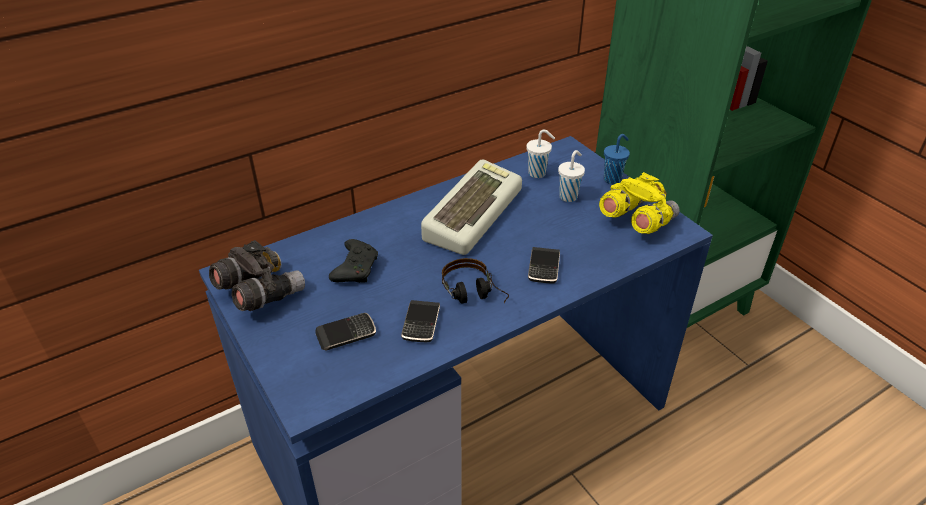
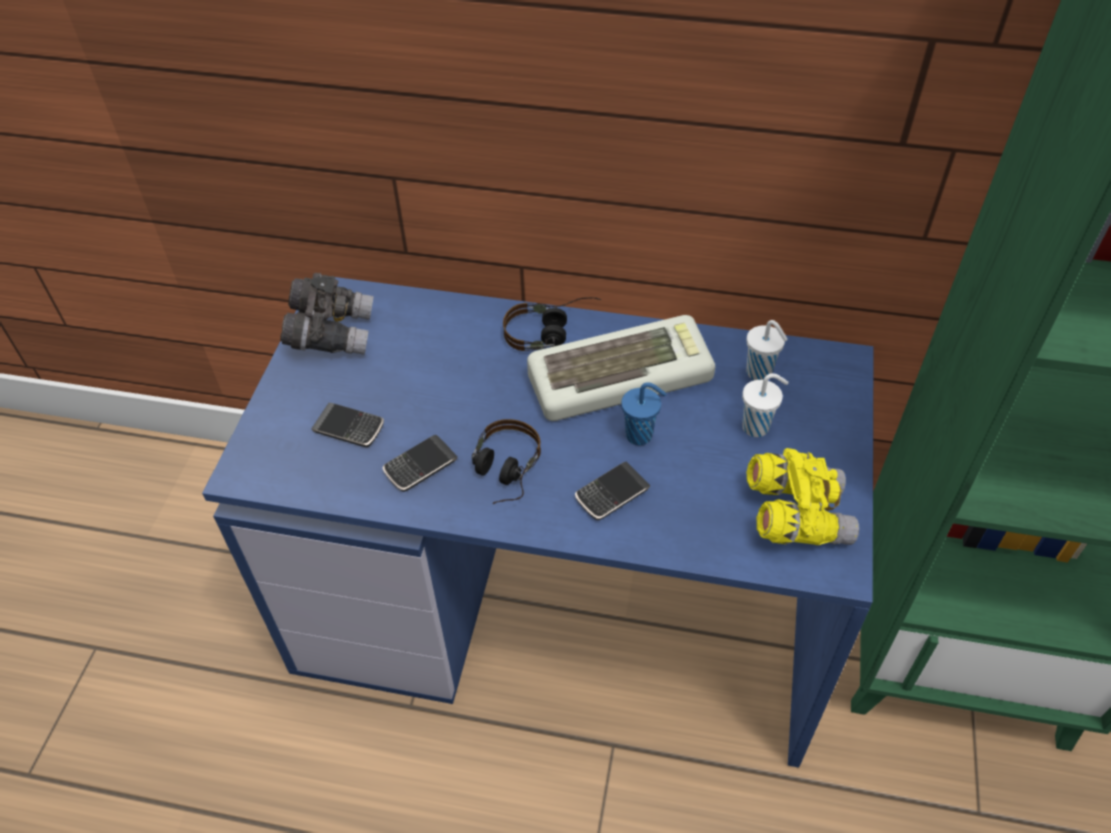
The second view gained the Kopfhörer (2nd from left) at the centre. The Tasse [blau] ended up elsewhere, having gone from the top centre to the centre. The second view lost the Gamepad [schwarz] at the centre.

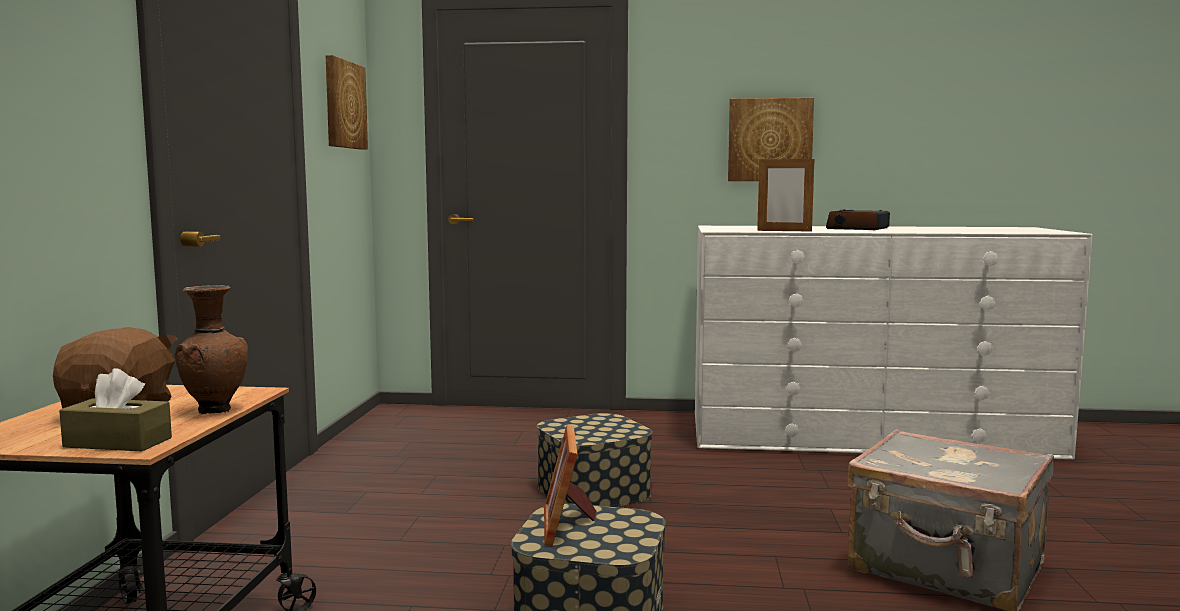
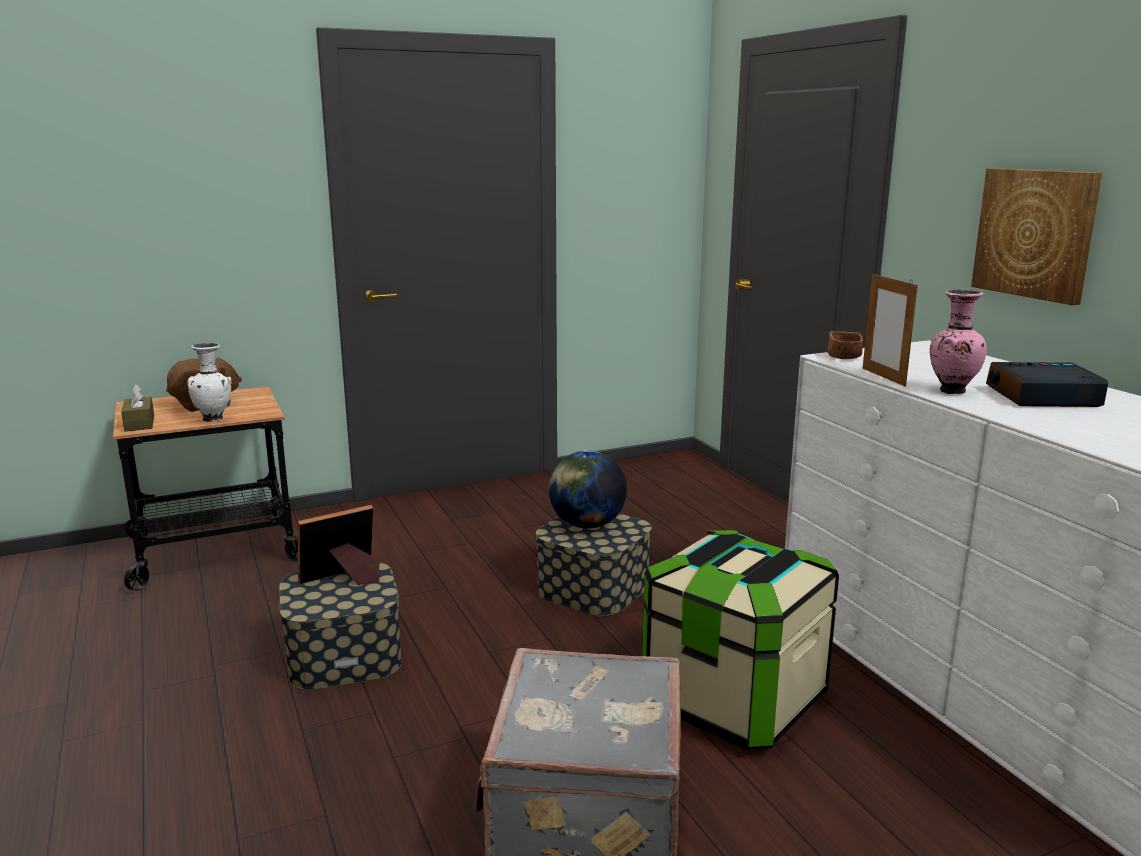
What was the Vase [braun] at the middle left turned into the Vase [weiß] at the middle left. The second view gained the Globus at the centre. The second view gained the Aufbewahrungsbox (3rd from left) at the bottom centre. The second view gained the Schüssel [braun] at the middle right. The second view gained the Vase [rosa] at the middle right. The second view lost the Bild (1st from left) at the top left.

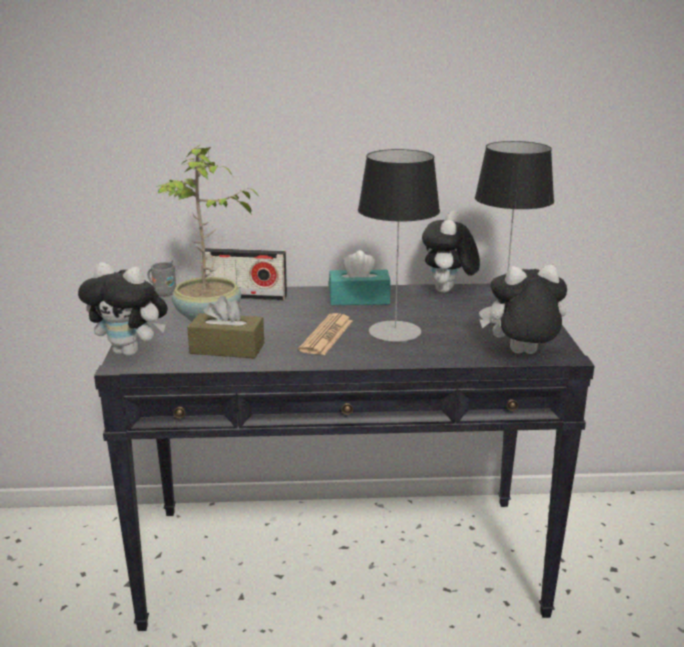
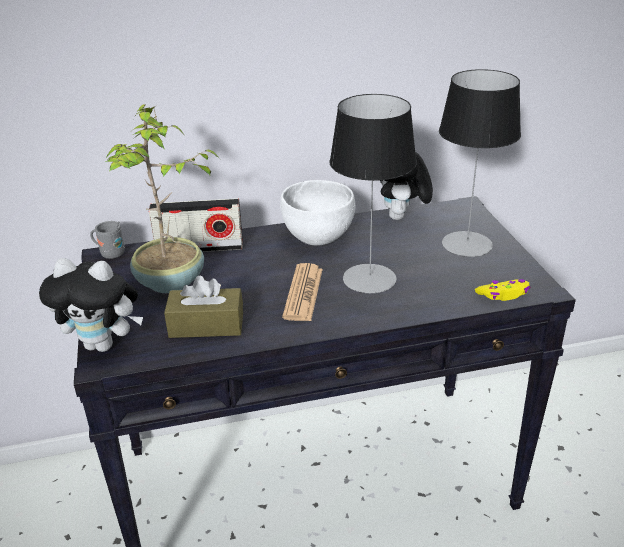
Where the Taschentuchbox [türkis] stood at the centre, the Schüssel [weiß] came to stand at the centre. Where the Plüschtier (3rd from left) stood at the middle right, the Gamepad [gelb] came to stand at the middle right.

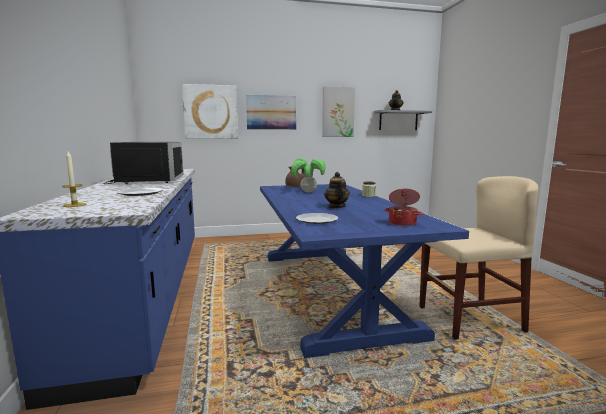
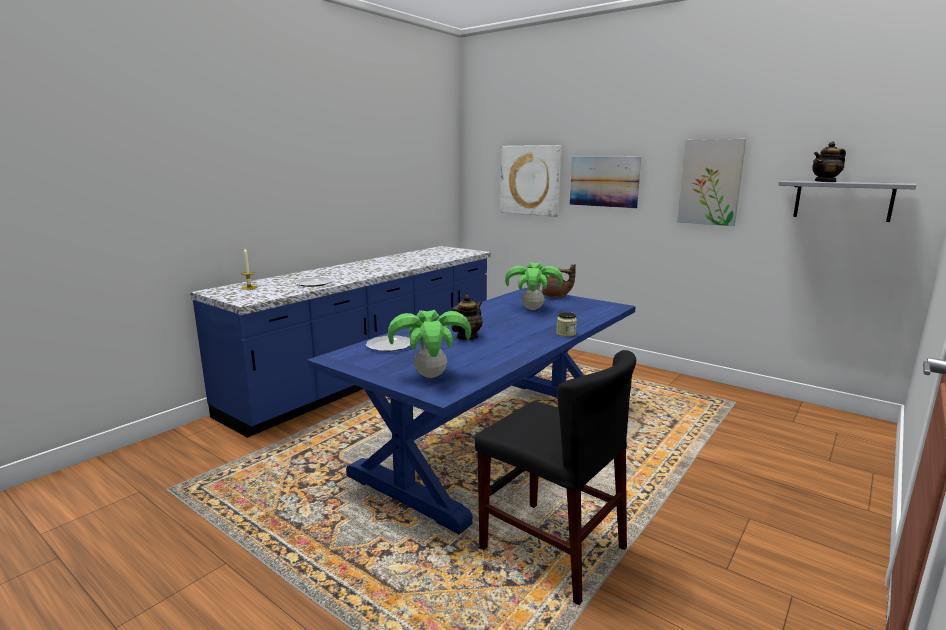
Where the Kochtopf stood at the centre, the Topfpflanze (1st from left) came to stand at the centre. What was the Stuhl [beige] at the middle right turned into the Stuhl [schwarz] at the bottom centre. The second view lost the Mikrowelle [schwarz] at the middle left.

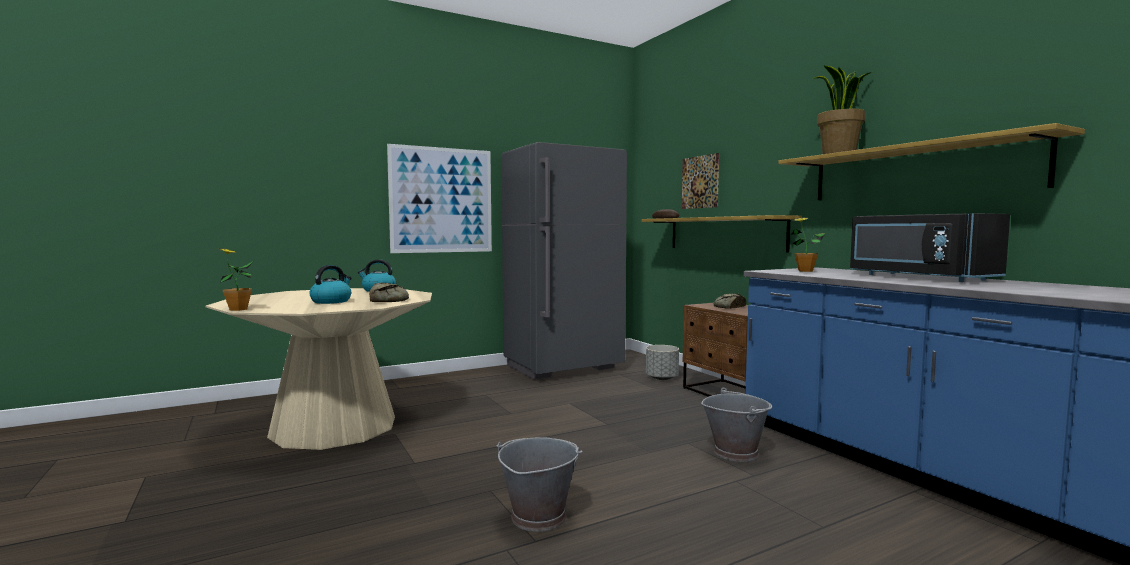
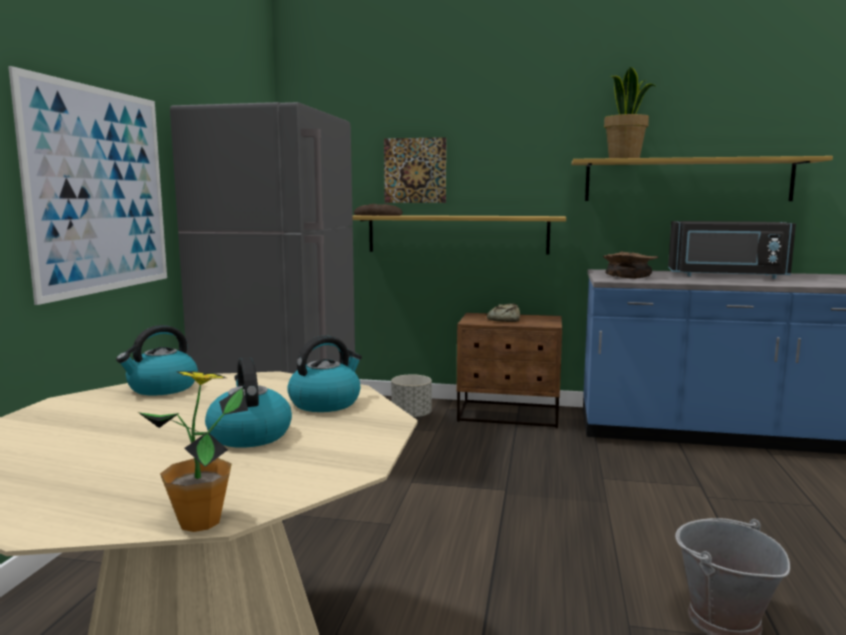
Where the Brot (1st from left) stood at the centre, the Wasserkessel (3rd from left) came to stand at the centre. Where the Topfpflanze (2nd from left) stood at the middle right, the Schüssel [braun] came to stand at the middle right. The second view lost the Eimer [grau] (2nd from left) at the bottom centre.

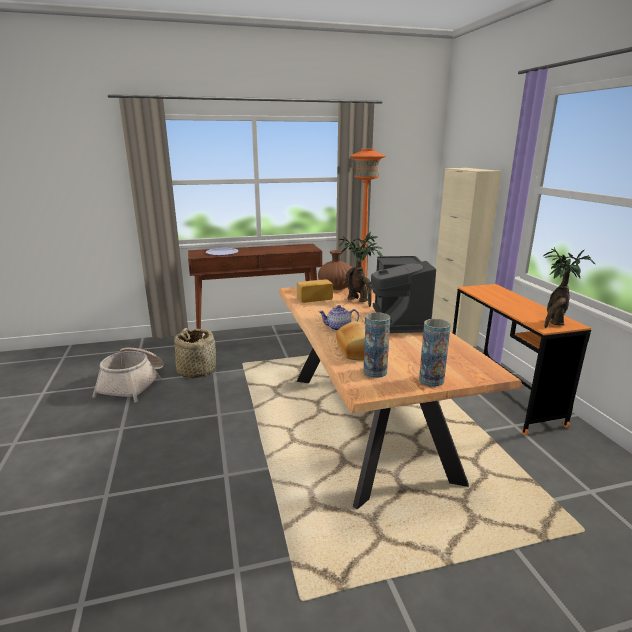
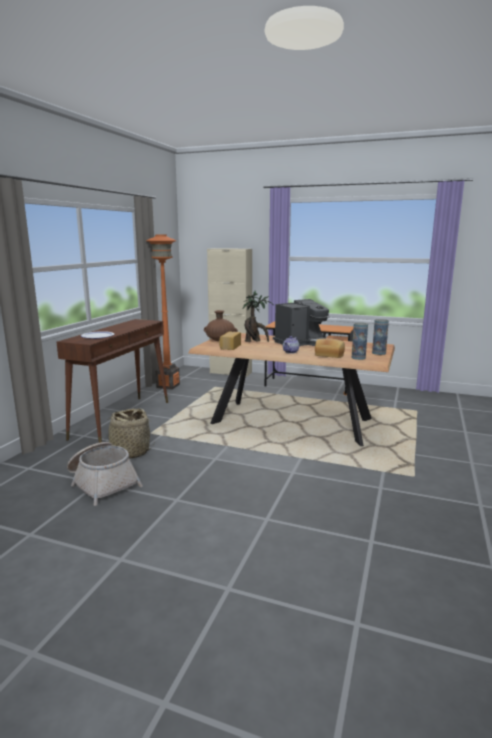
The Kaffeemaschine at the centre ended up facing another way, 60 degrees counterclockwise from before. The second view lost the Topfpflanze (2nd from left) at the middle right.

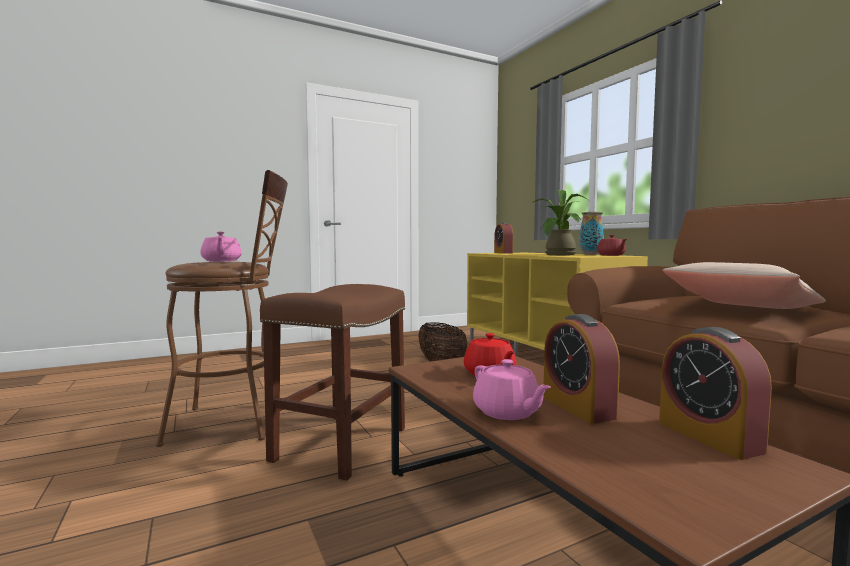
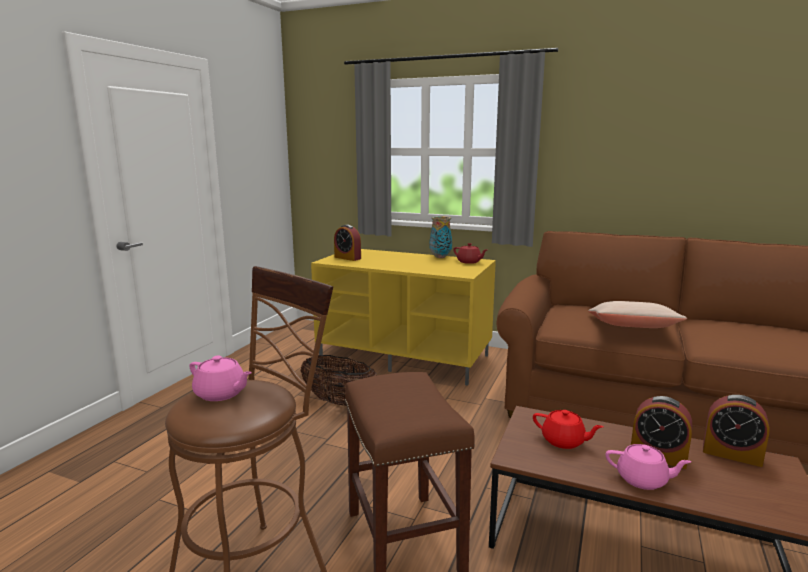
The second view lost the Topfpflanze at the centre.

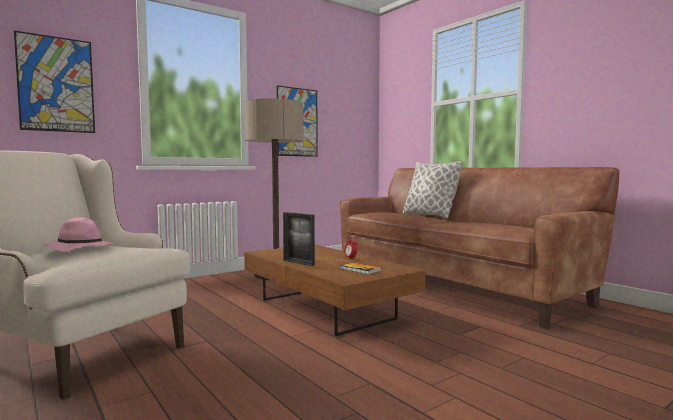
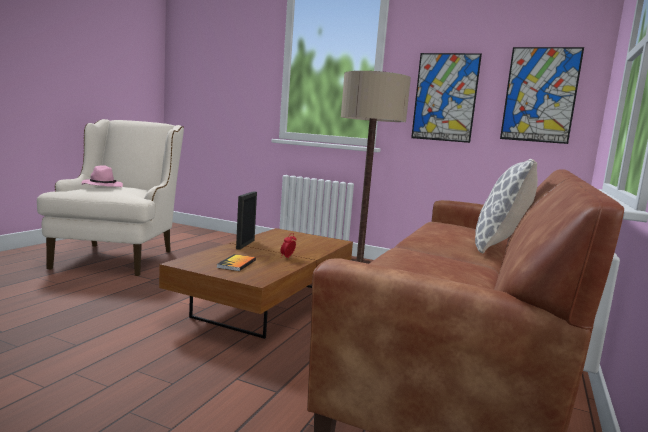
The Bild (1st from left in the first image) ended up elsewhere, having gone from the top left to the top right.

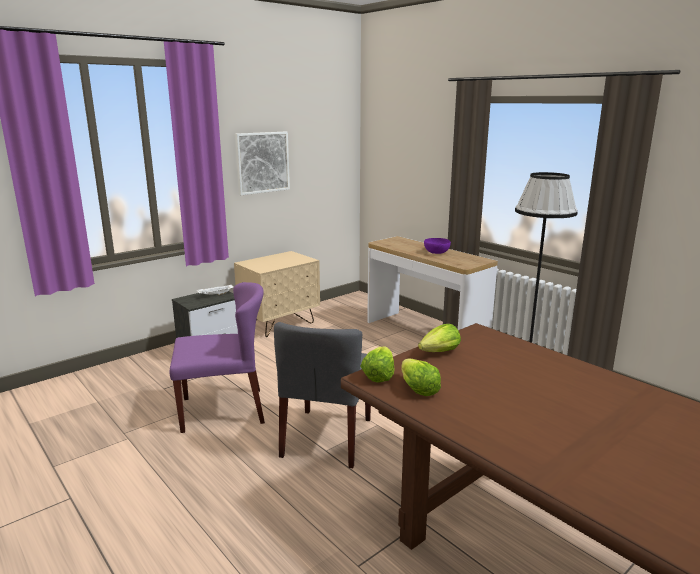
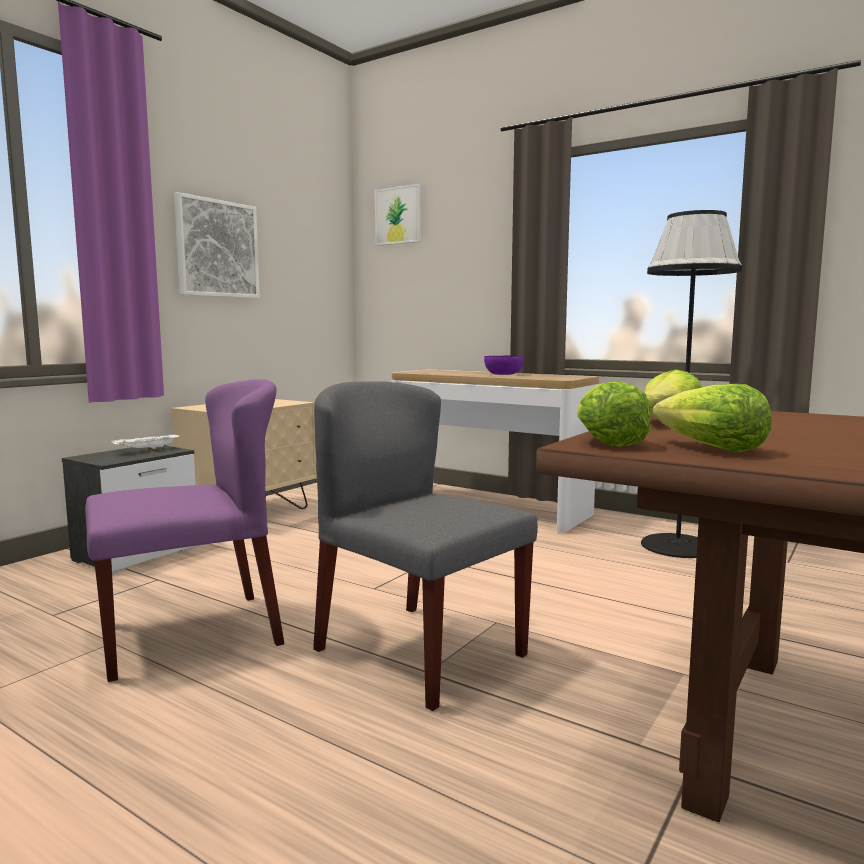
The Stuhl [grau] at the bottom centre ended up facing another way, 135 degrees clockwise from before. The second view gained the Bild (2nd from left) at the top centre.

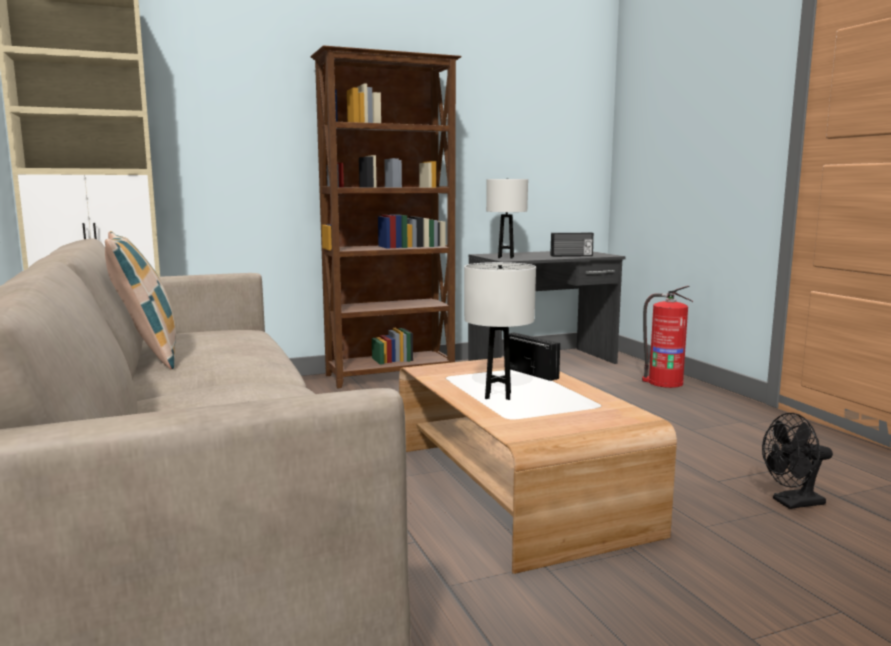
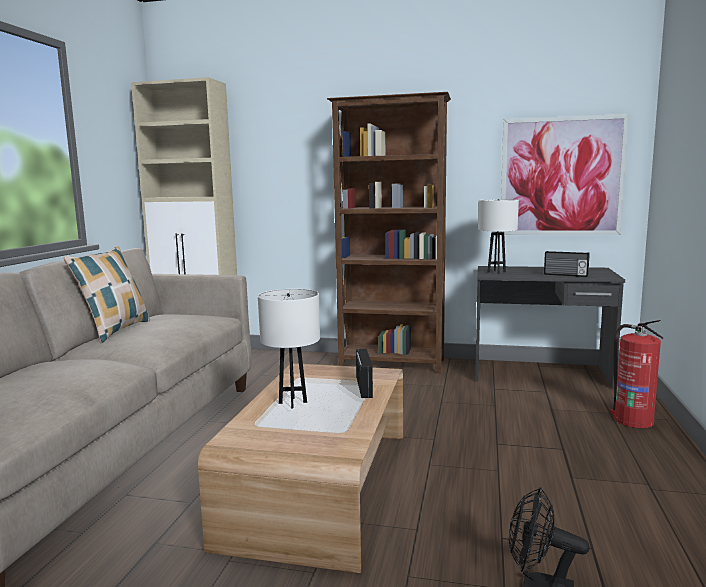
The second view gained the Bild at the top right.

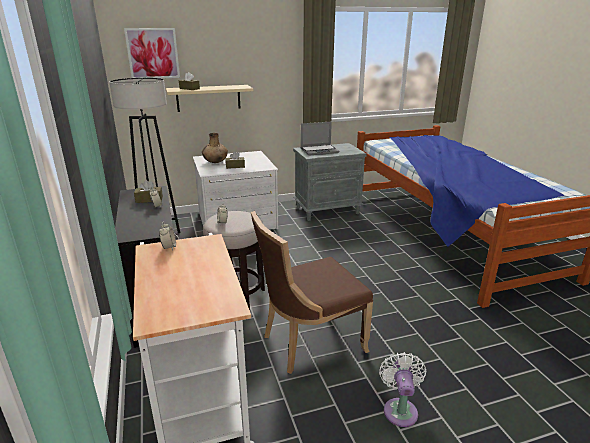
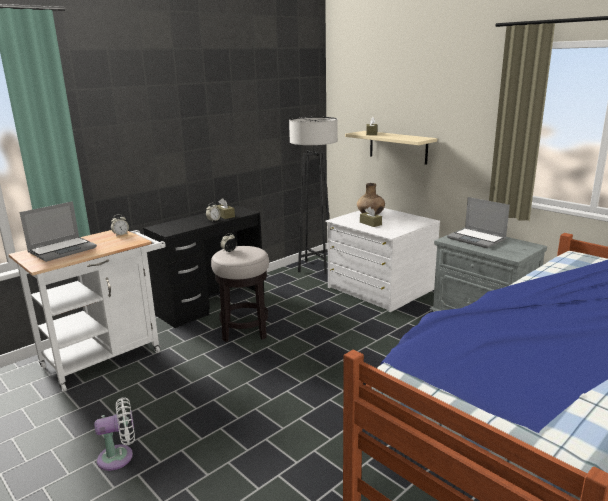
The second view gained the Laptop (1st from left) at the middle left. The second view lost the Bild at the top left. The second view lost the Stuhl [braun] at the centre.

